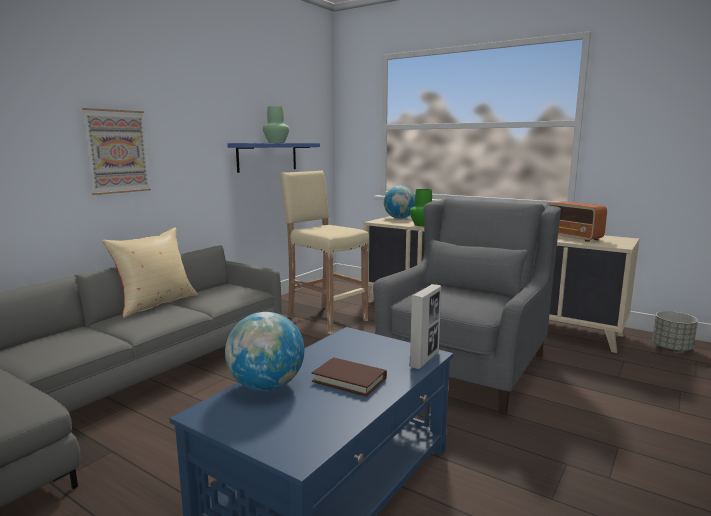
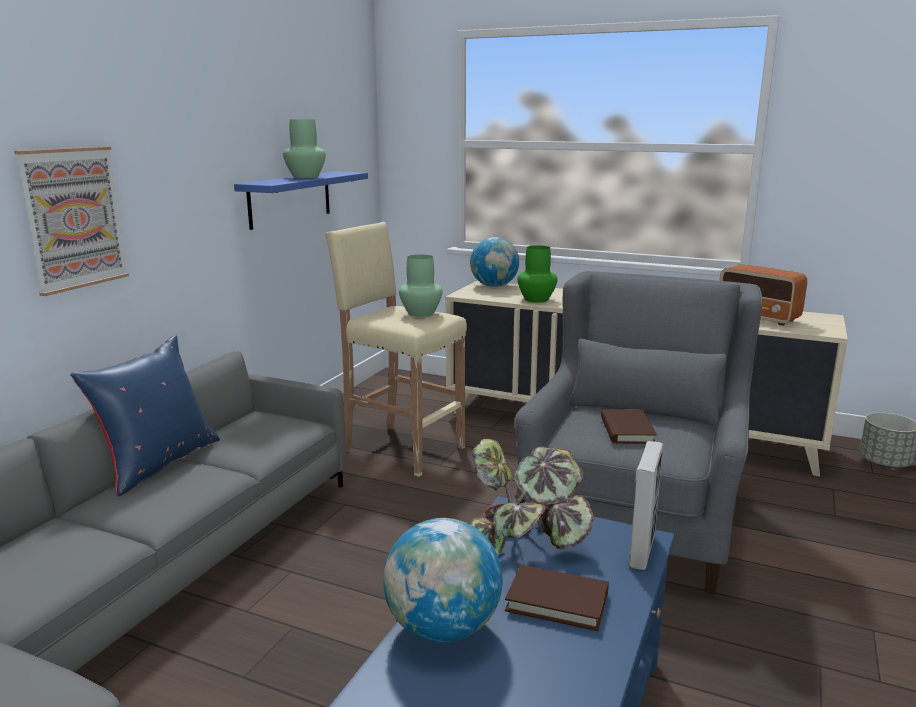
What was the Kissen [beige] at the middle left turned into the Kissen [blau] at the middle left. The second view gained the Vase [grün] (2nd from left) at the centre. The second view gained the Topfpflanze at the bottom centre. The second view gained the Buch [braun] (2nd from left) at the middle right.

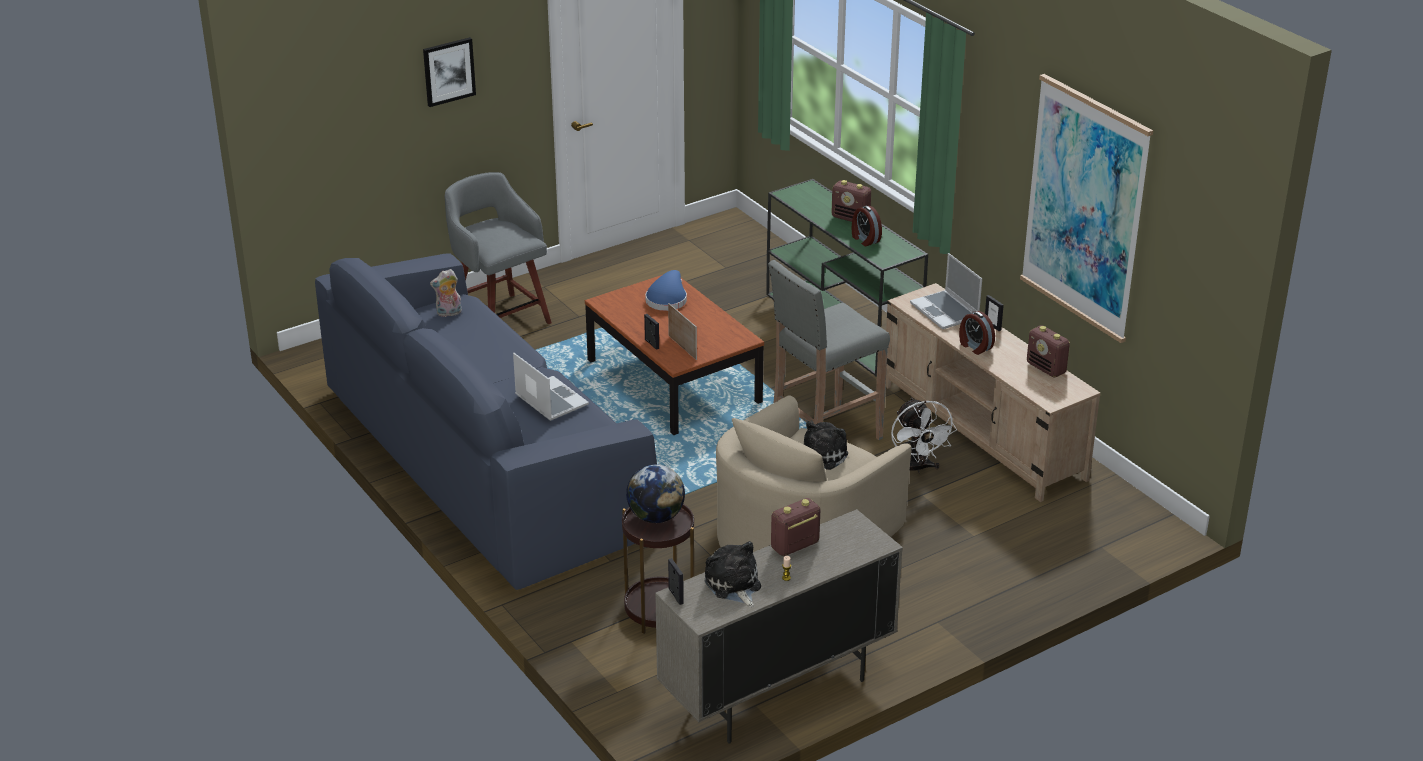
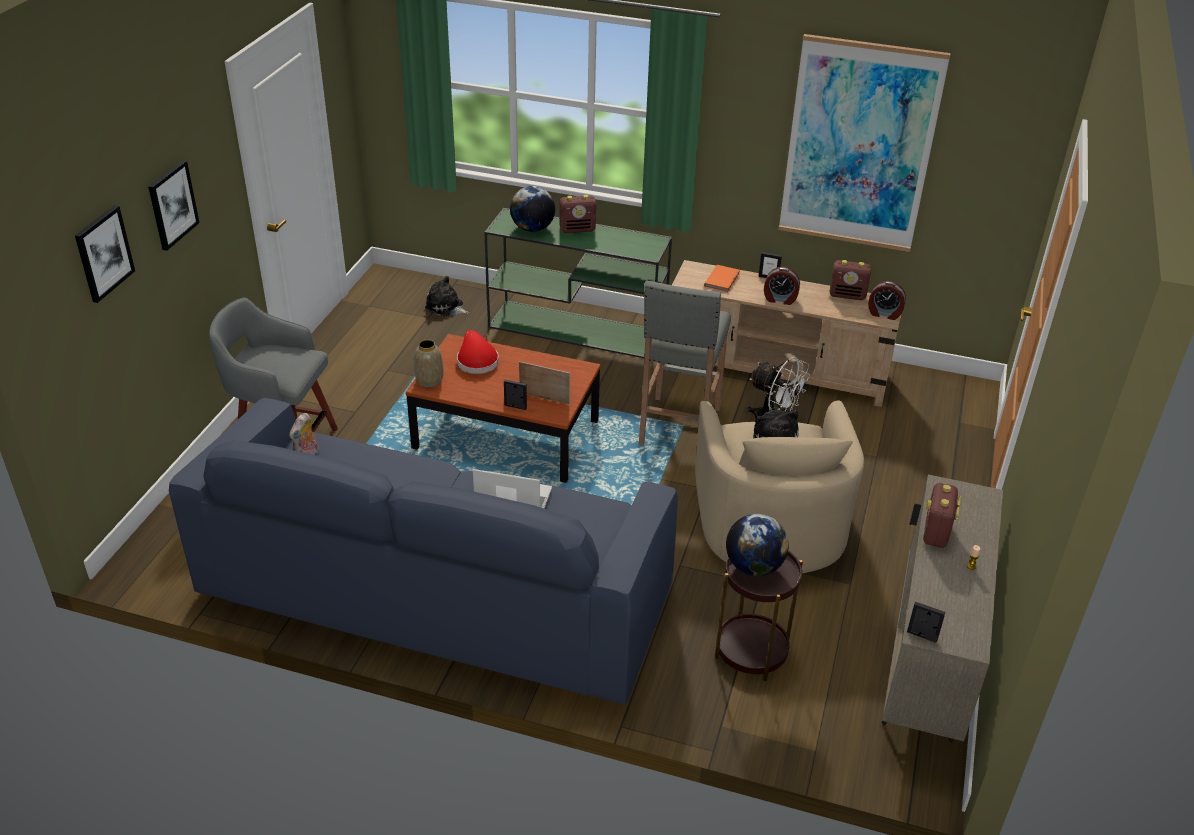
The second view gained the Bild (1st from left) at the top left. The second view gained the Vase at the centre. The Plüschtier (2nd from left) ended up elsewhere, having gone from the bottom centre to the centre. What was the Hut [blau] at the centre turned into the Hut [rot] at the centre. The second view gained the Globus (1st from left) at the top centre. Where the Laptop (2nd from left) stood at the centre, the Buch [orange] came to stand at the top centre. The Wecker (1st from left in the first image) ended up elsewhere, having gone from the top centre to the middle right.

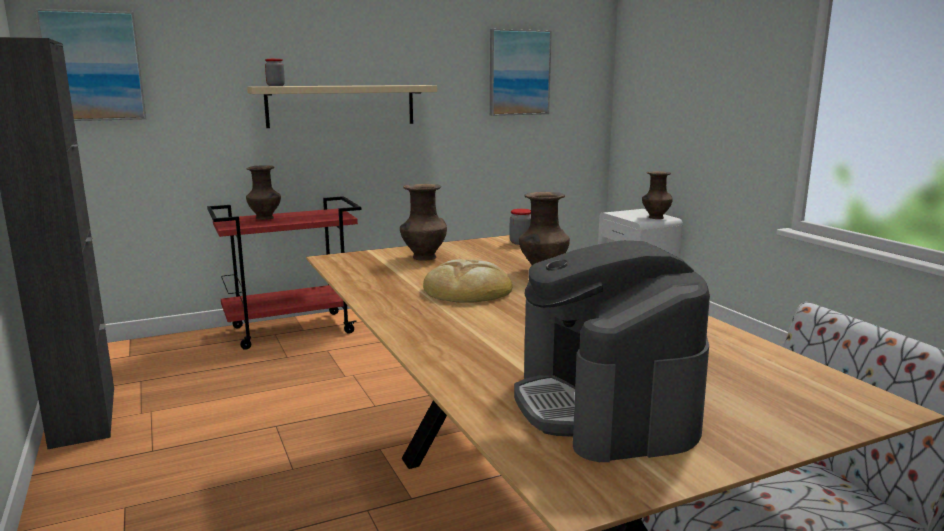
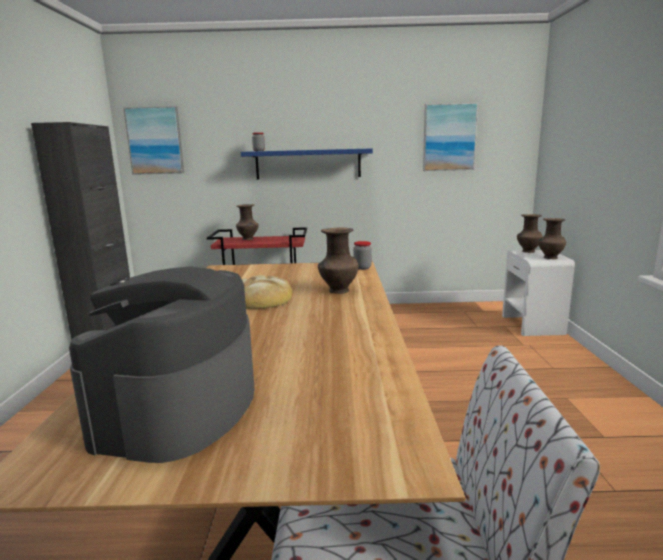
What was the Wandregal [beige] at the top centre turned into the Wandregal [blau] at the top centre. The Vase [braun] (2nd from left in the first image) ended up elsewhere, having gone from the centre to the middle right.

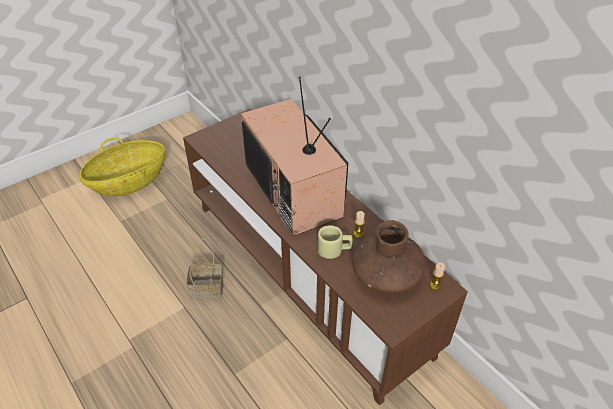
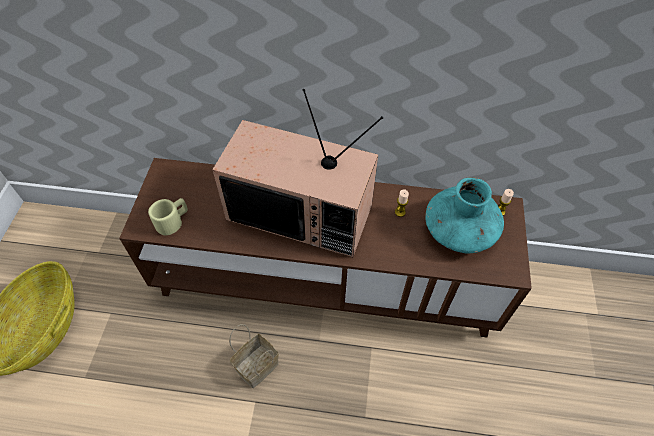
The Henkelbecher [beige] ended up elsewhere, having gone from the centre to the middle left. What was the Vase [braun] at the centre turned into the Vase [türkis] at the middle right.

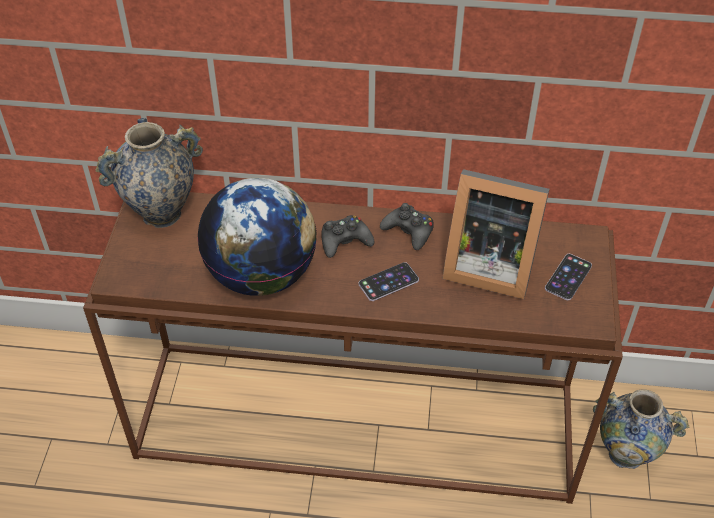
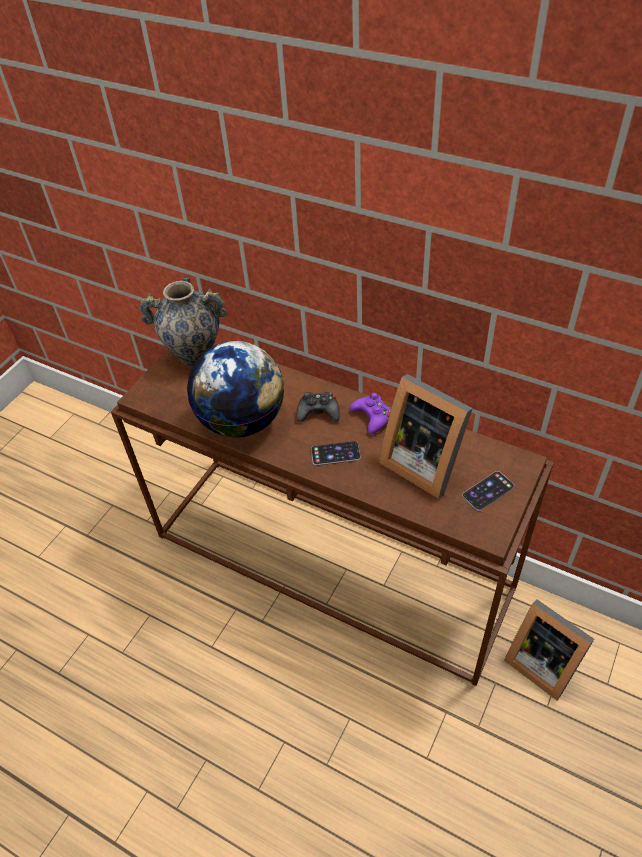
What was the Gamepad [schwarz] (2nd from left) at the centre turned into the Gamepad [lila] at the centre. Where the Vase (2nd from left) stood at the bottom right, the Bilderrahmen (2nd from left) came to stand at the bottom right.

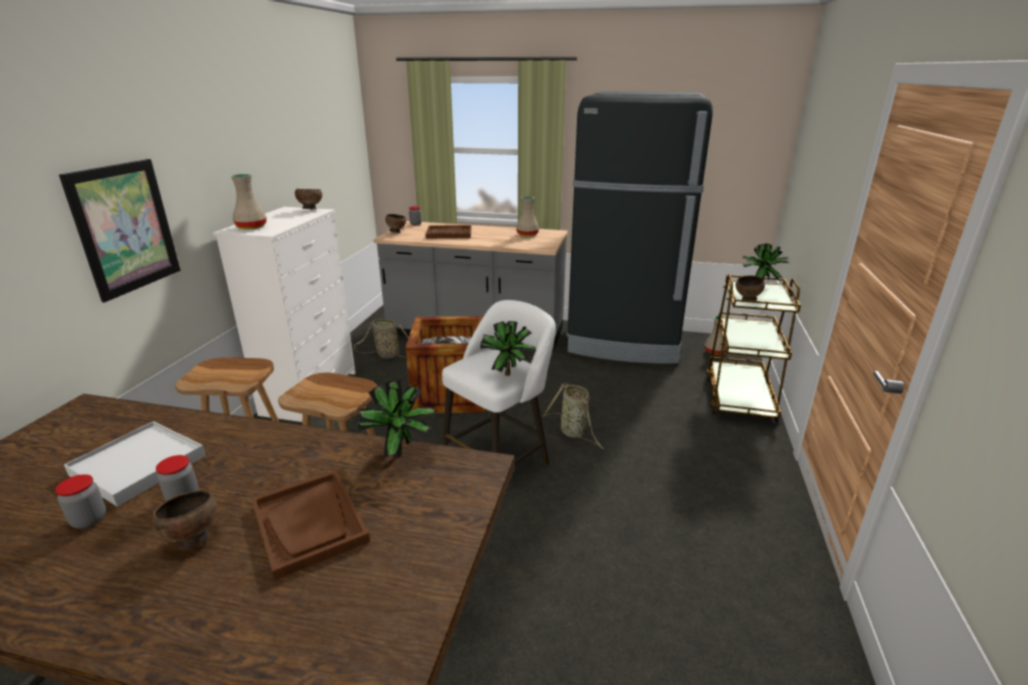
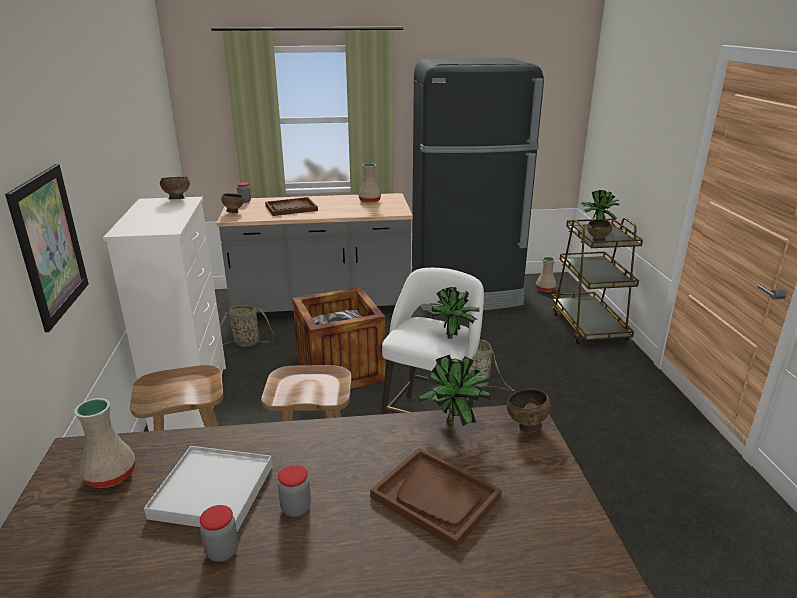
The Vase [beige] (1st from left) ended up elsewhere, having gone from the top left to the bottom left. The Schüssel [braun] (1st from left in the first image) ended up elsewhere, having gone from the bottom left to the bottom centre.

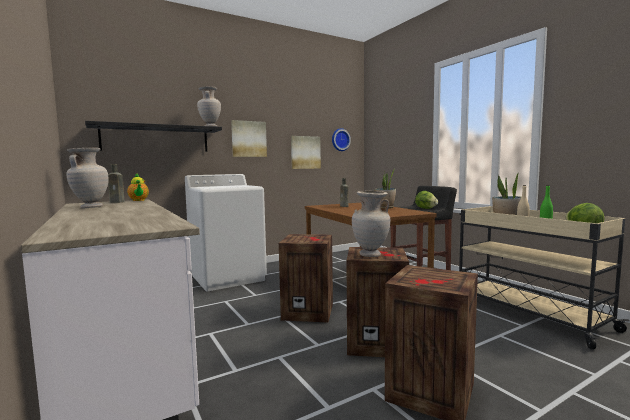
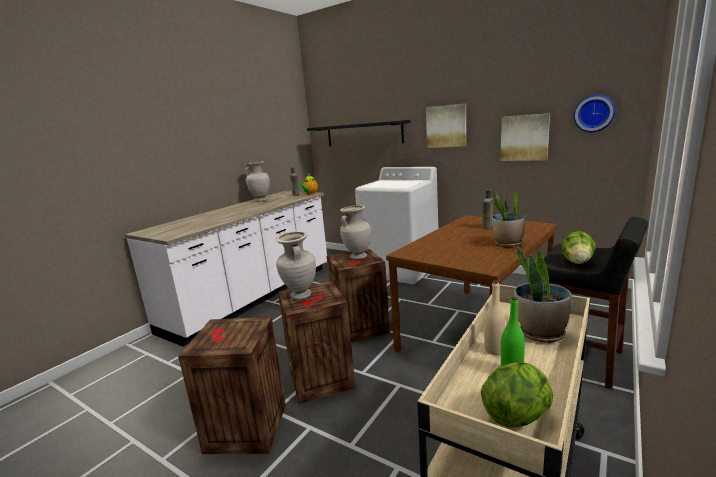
The Vase [beige] (2nd from left in the first image) ended up elsewhere, having gone from the top left to the centre.

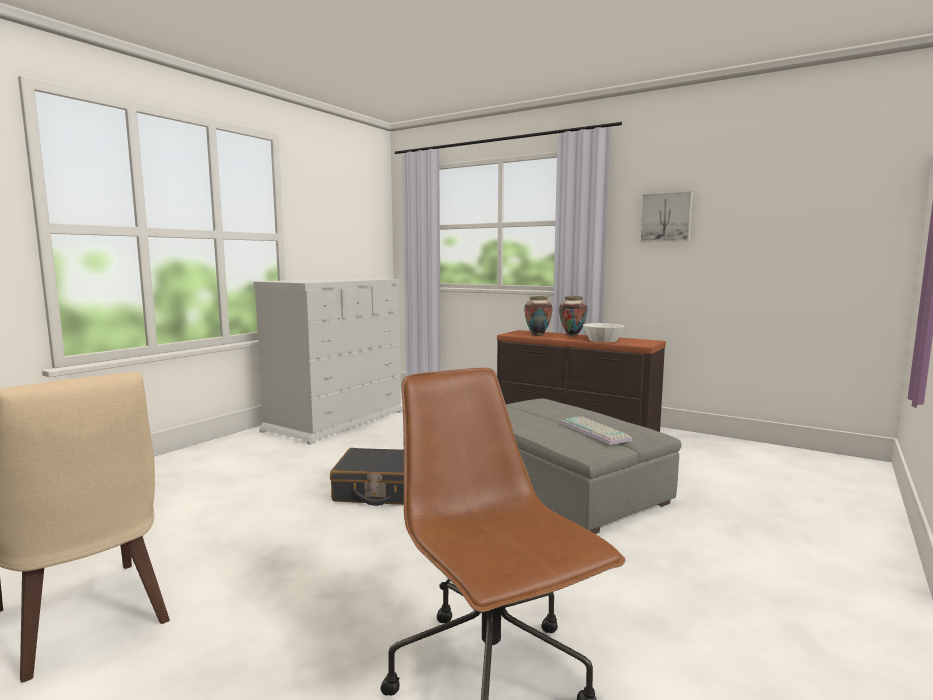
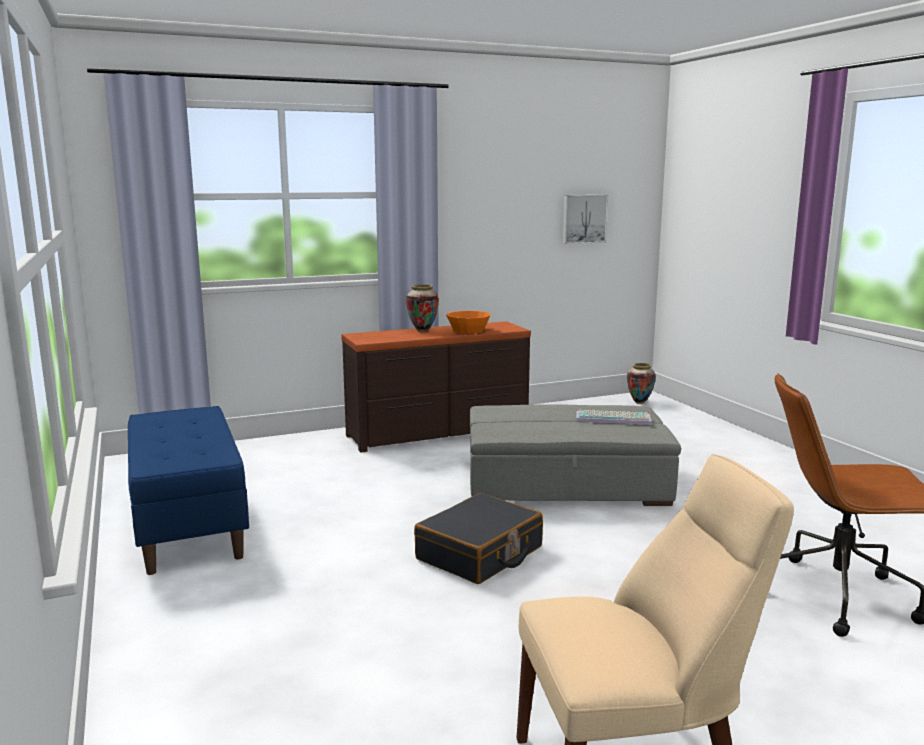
Where the Kommode [weiß] stood at the centre, the Bank [blau] came to stand at the middle left. What was the Schüssel [weiß] at the centre turned into the Schüssel [orange] at the centre. The Bild ended up elsewhere, having gone from the top right to the top centre. The Vase (1st from left in the first image) ended up elsewhere, having gone from the centre to the middle right.

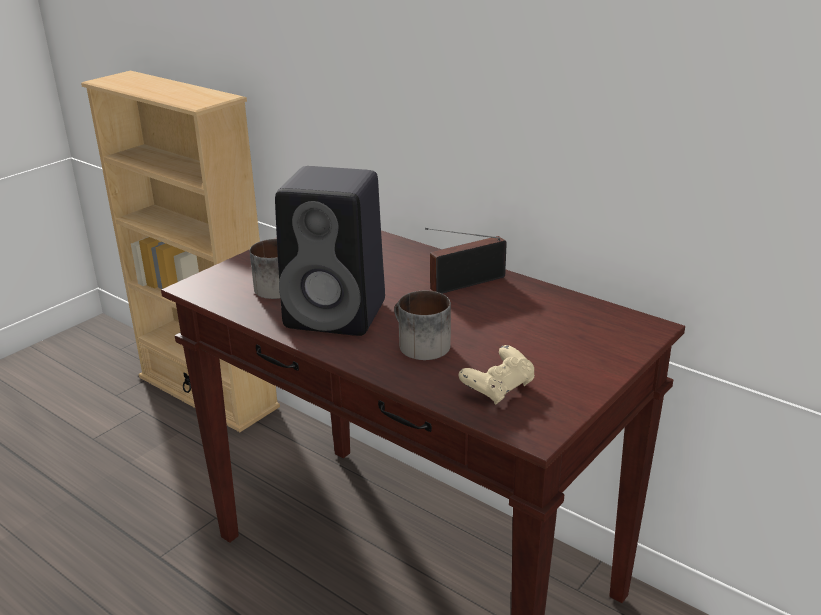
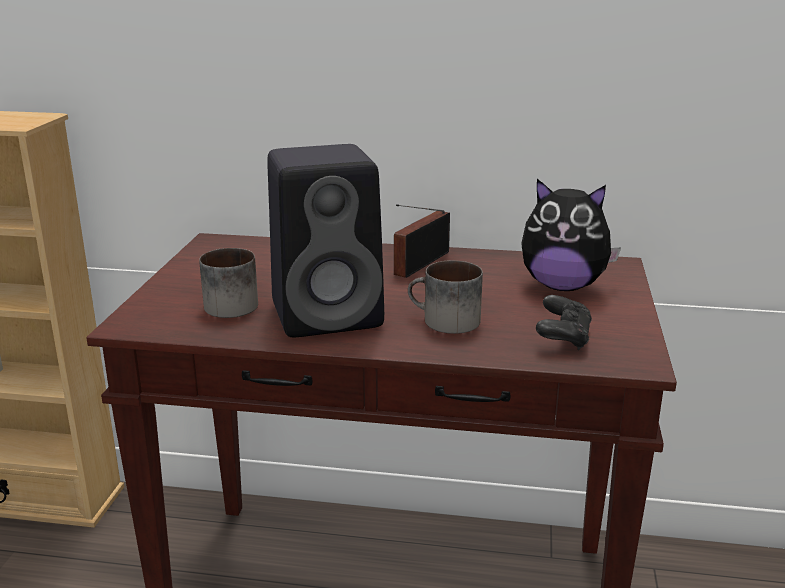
The second view gained the Plüschtier at the middle right. What was the Gamepad [beige] at the centre turned into the Gamepad [schwarz] at the middle right.

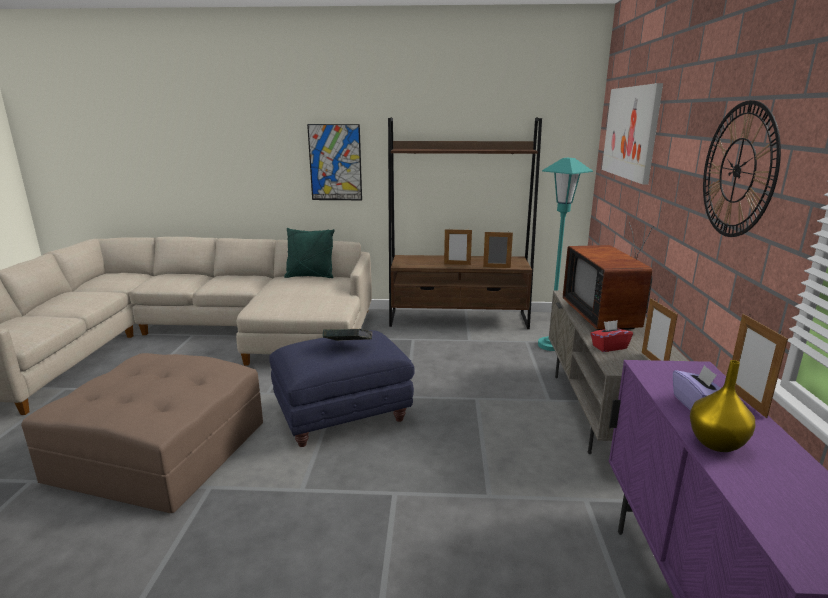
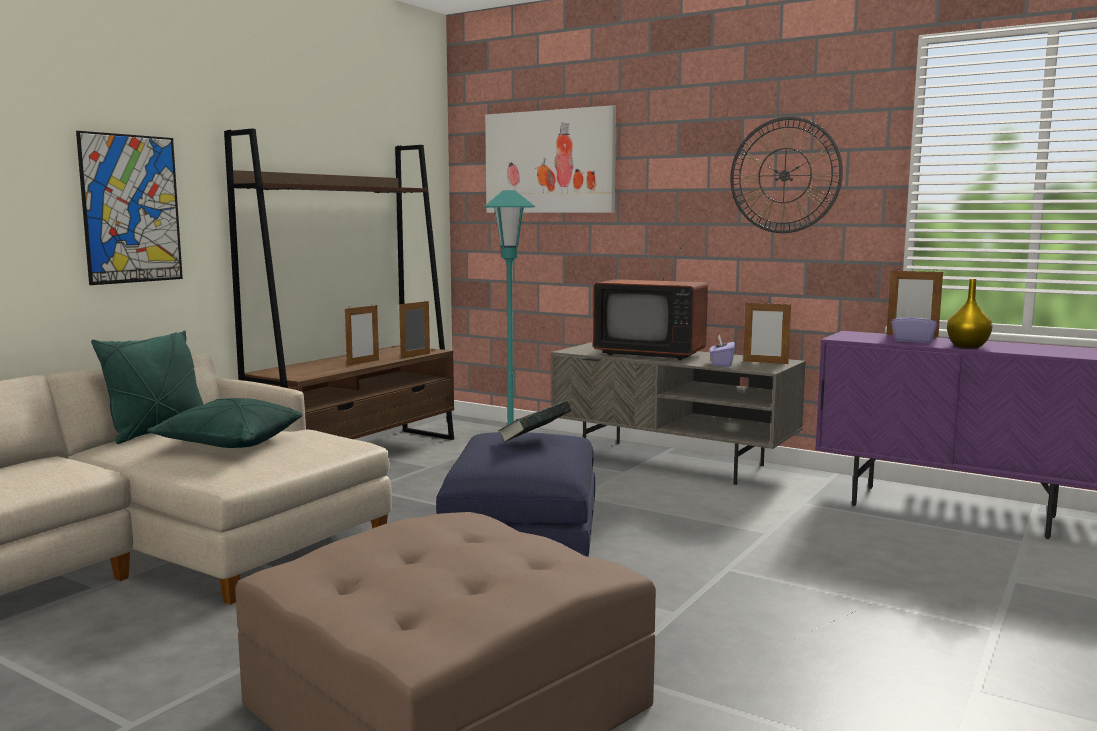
The second view gained the Kissen [grün] (2nd from left) at the middle left. What was the Taschentuchbox [rot] at the middle right turned into the Taschentuchbox [lila] (1st from left) at the centre.

